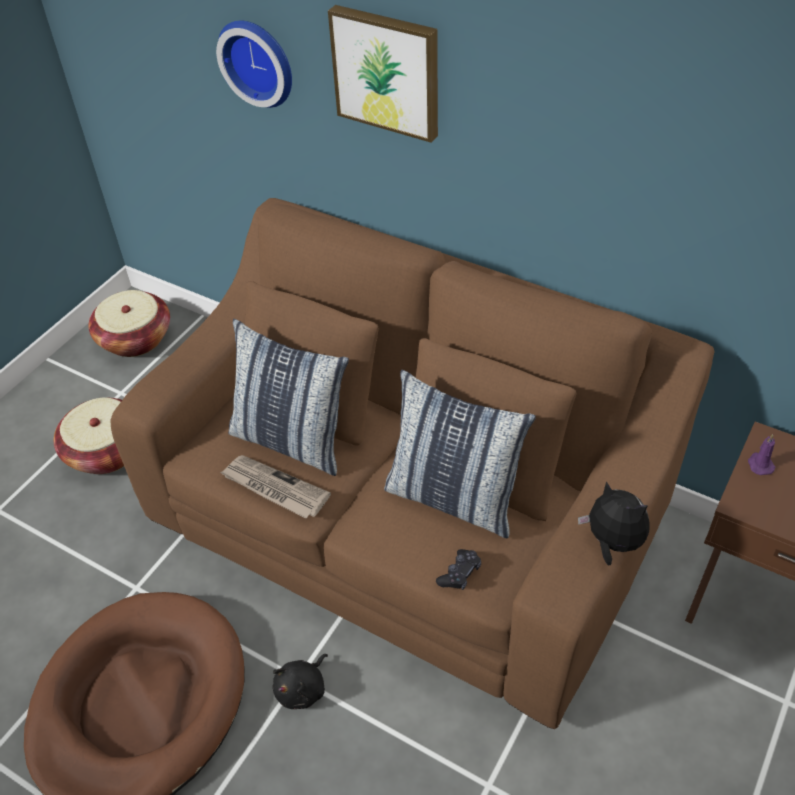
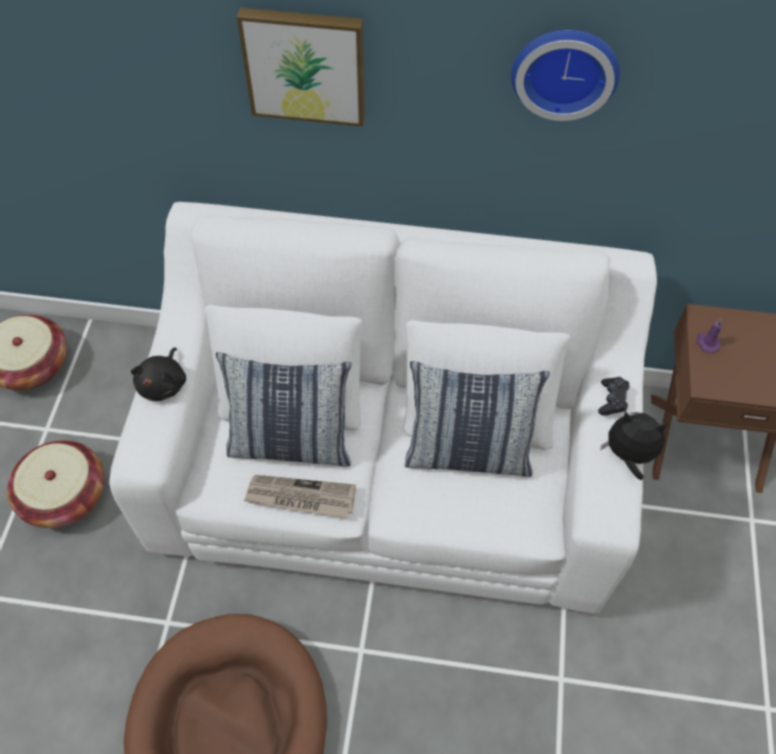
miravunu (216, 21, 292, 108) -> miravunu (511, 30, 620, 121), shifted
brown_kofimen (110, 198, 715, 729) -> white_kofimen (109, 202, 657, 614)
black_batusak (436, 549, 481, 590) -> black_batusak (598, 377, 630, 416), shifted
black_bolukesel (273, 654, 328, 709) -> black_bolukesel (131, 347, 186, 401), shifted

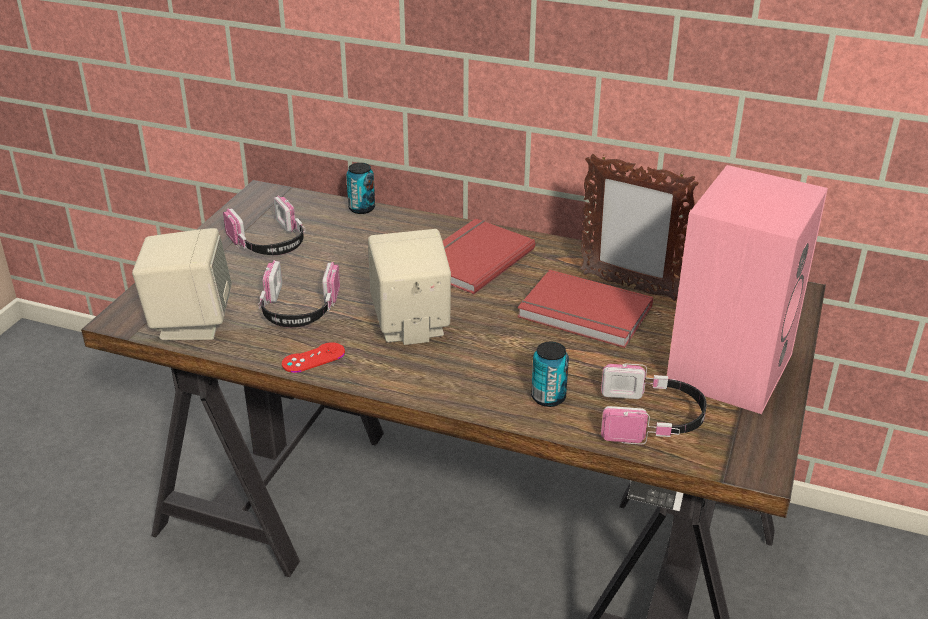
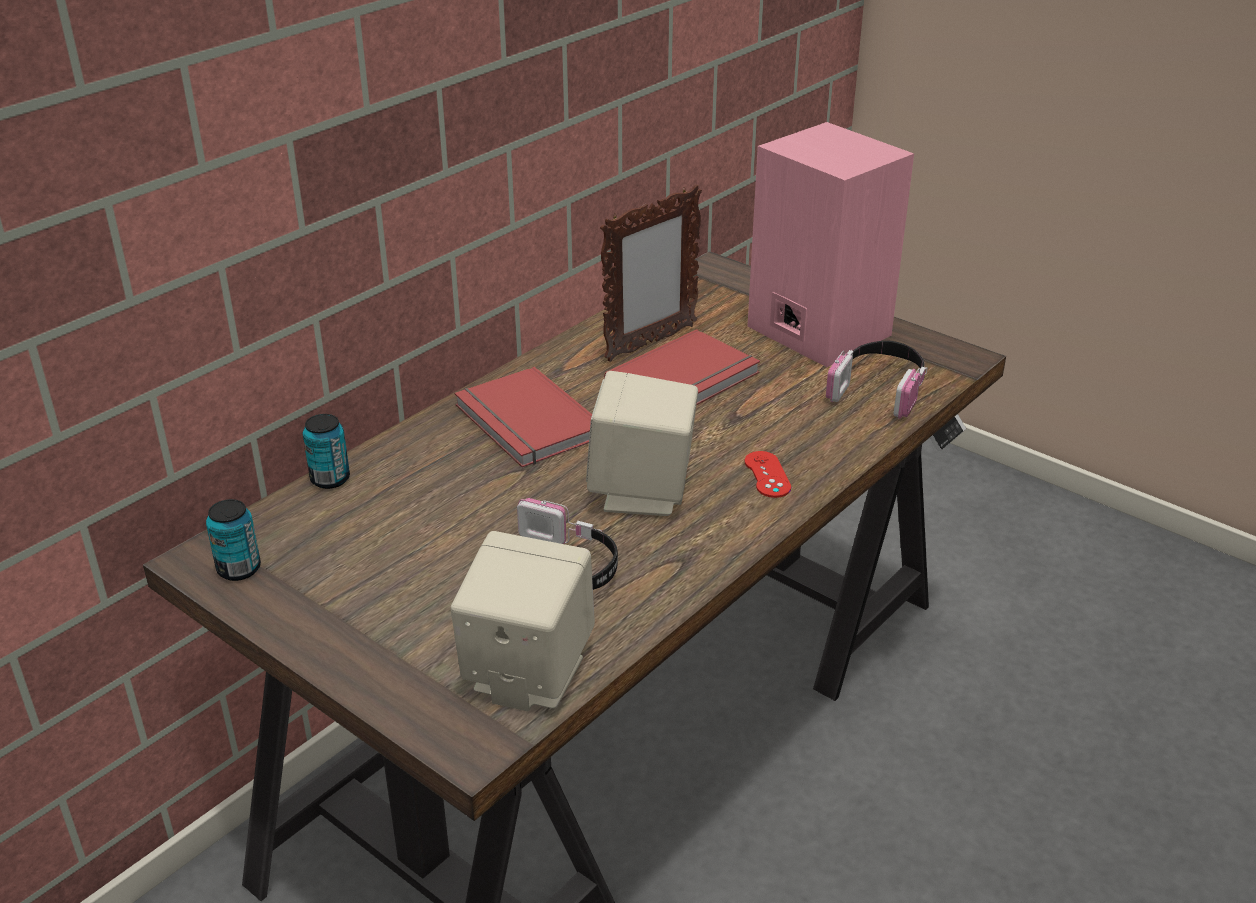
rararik (223, 195, 305, 255) -> none
red_batusak (282, 342, 345, 373) -> red_batusak (745, 451, 791, 498), shifted
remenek (531, 342, 569, 407) -> remenek (206, 499, 261, 581), shifted

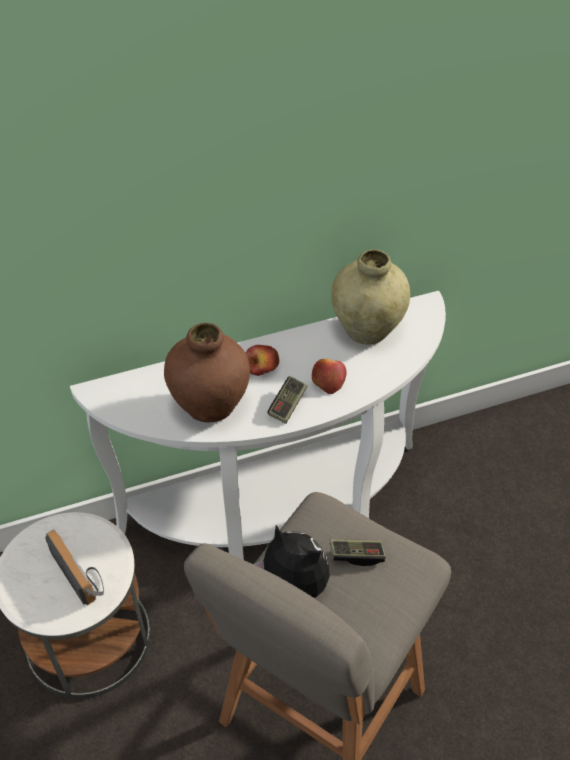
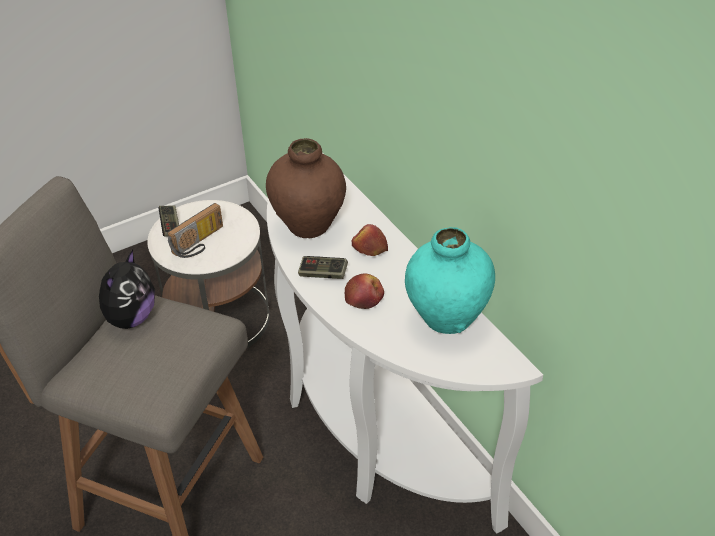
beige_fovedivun (331, 249, 410, 345) -> turquoise_fovedivun (405, 227, 495, 334)
batusak (330, 539, 386, 566) -> batusak (158, 206, 179, 236), shifted

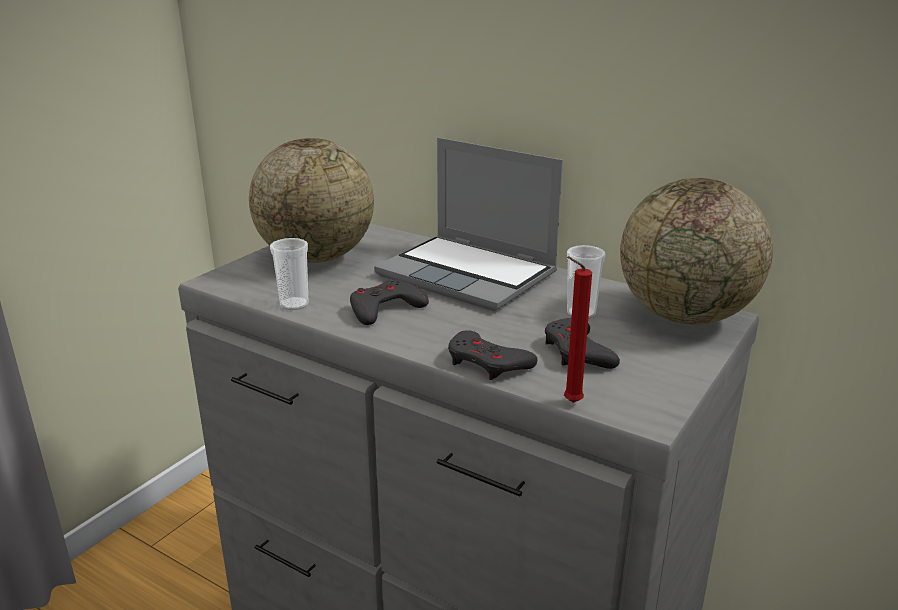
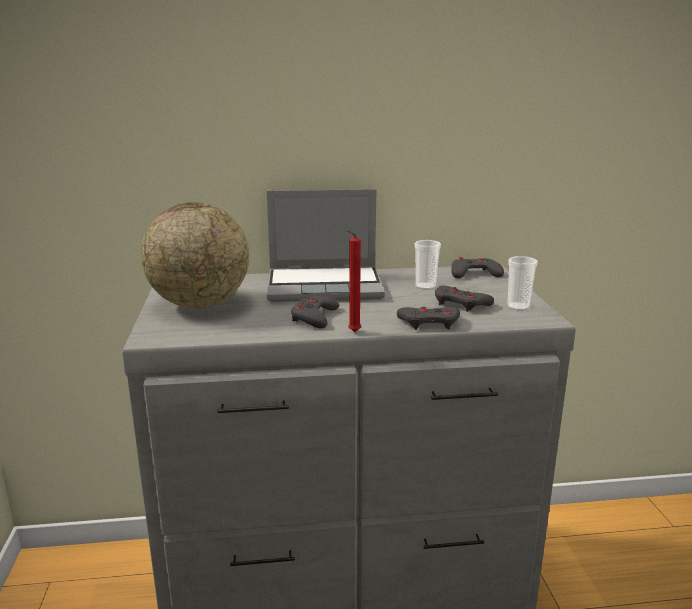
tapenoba (620, 178, 773, 325) -> grey_batusak (451, 257, 504, 278)
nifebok (270, 238, 309, 310) -> nifebok (508, 256, 538, 311), shifted
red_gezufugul (564, 256, 592, 403) -> red_gezufugul (348, 230, 361, 332), shifted

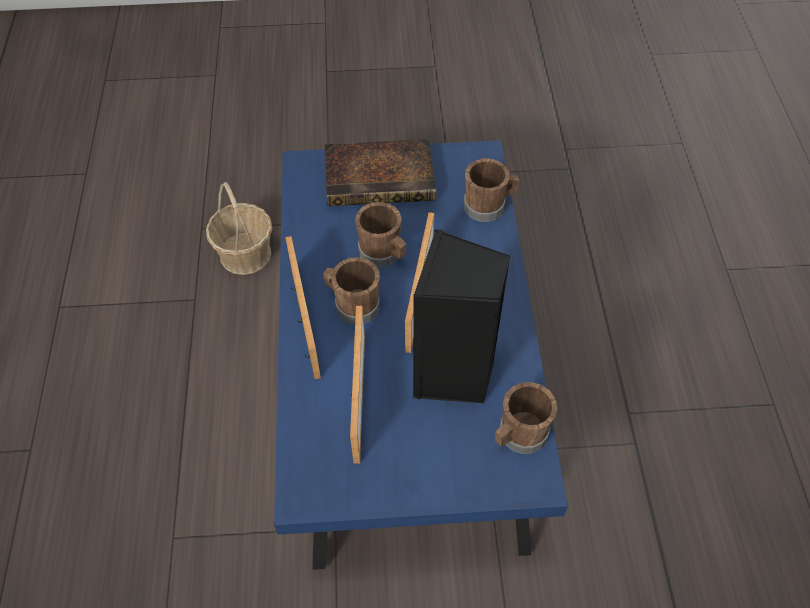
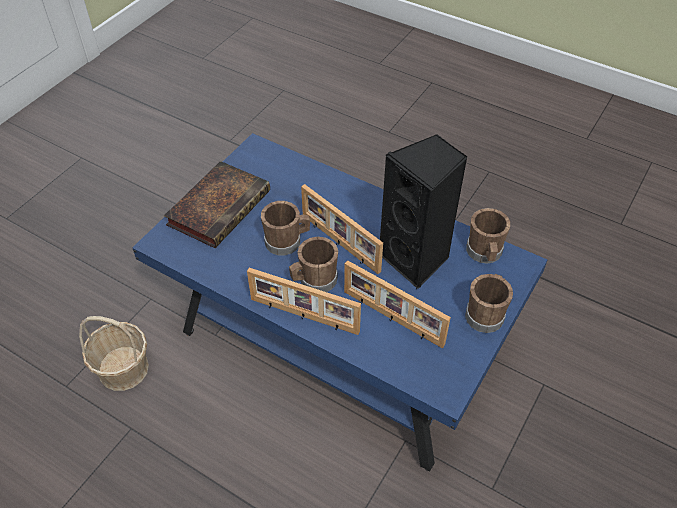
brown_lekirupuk (464, 159, 520, 222) -> brown_lekirupuk (465, 274, 513, 333), shifted

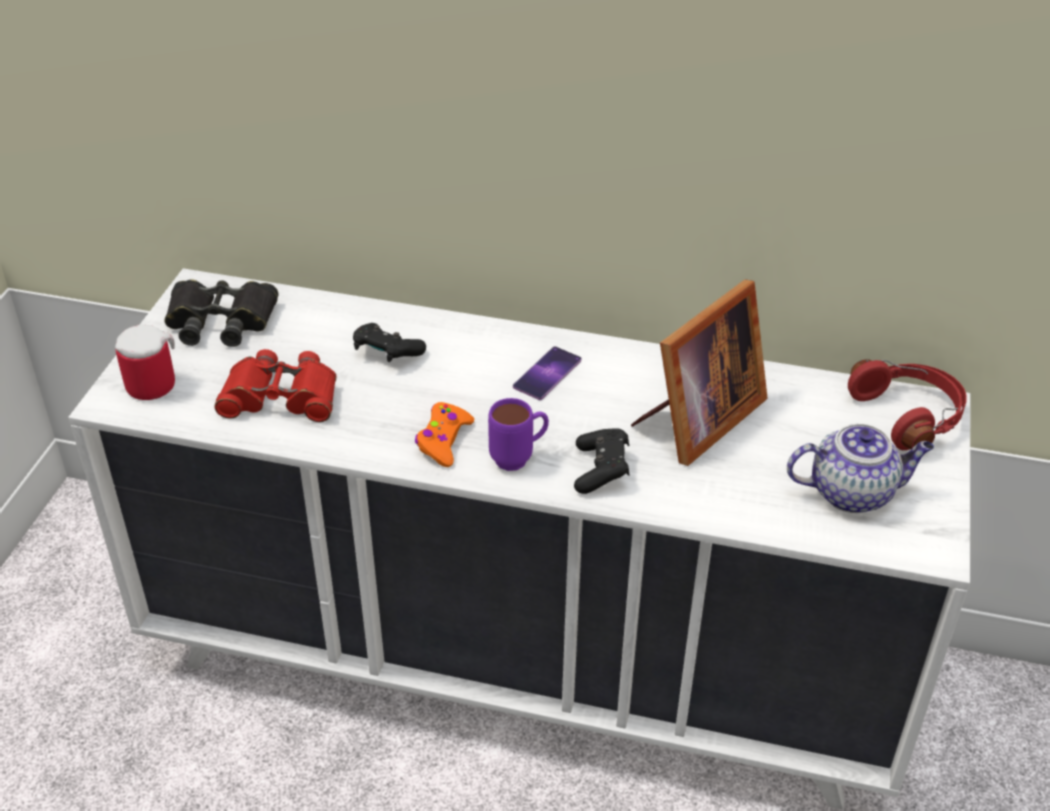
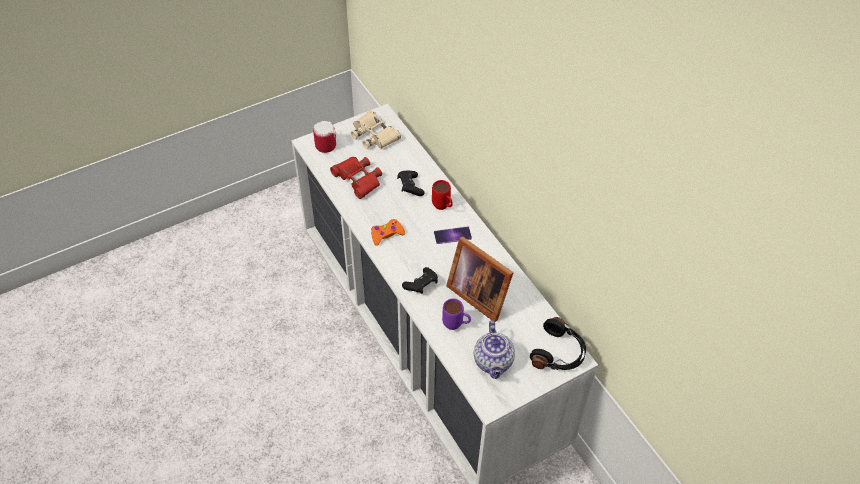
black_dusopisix (164, 279, 278, 347) -> beige_dusopisix (351, 110, 401, 149)
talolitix (631, 279, 768, 466) -> talolitix (446, 236, 514, 322), 45 degrees clockwise
red_rararik (848, 359, 967, 450) -> black_rararik (530, 317, 586, 370)
purple_lekirupuk (488, 398, 549, 471) -> purple_lekirupuk (442, 299, 471, 330), shifted
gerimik (787, 424, 934, 513) -> gerimik (474, 320, 515, 379), 45 degrees clockwise
none -> red_lekirupuk (432, 180, 453, 210)

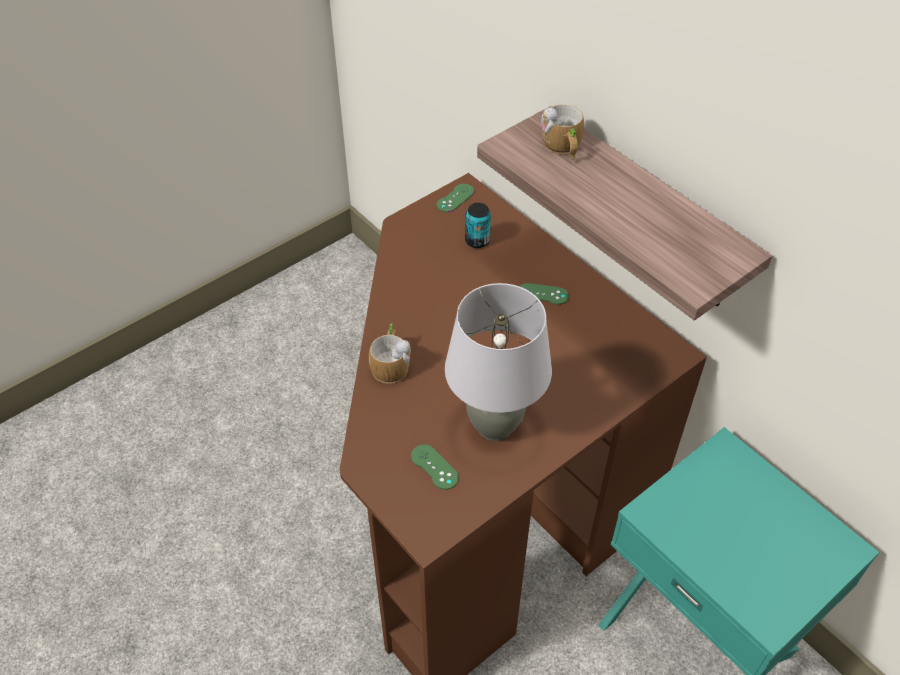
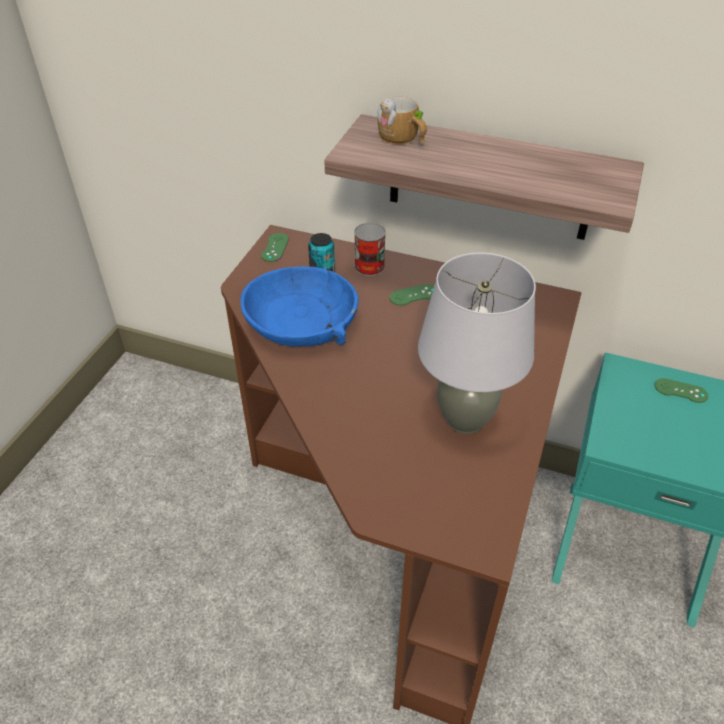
lekirupuk (369, 323, 411, 384) -> none
green_batusak (411, 444, 459, 490) -> green_batusak (655, 378, 708, 403), shifted
none -> remenek (354, 223, 386, 276)
none -> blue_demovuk (240, 267, 358, 346)

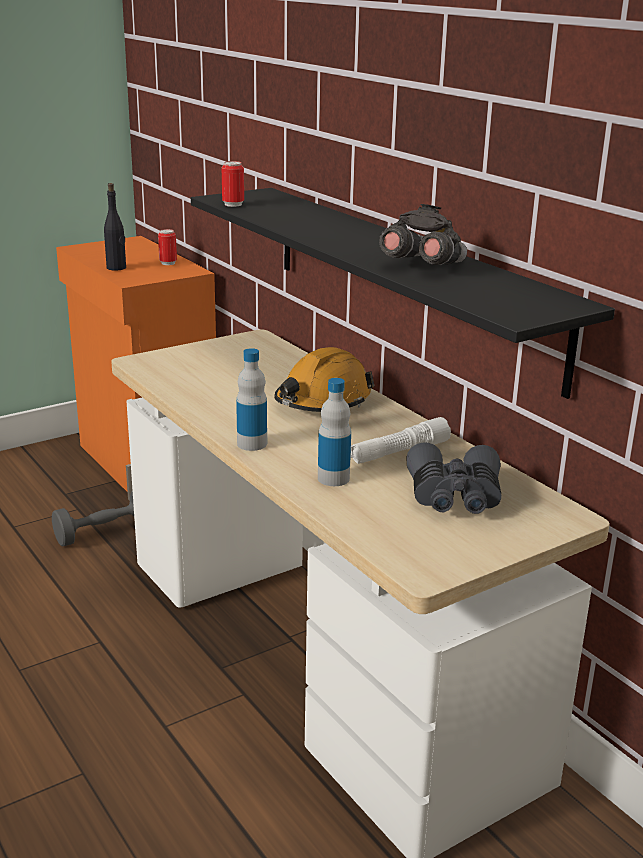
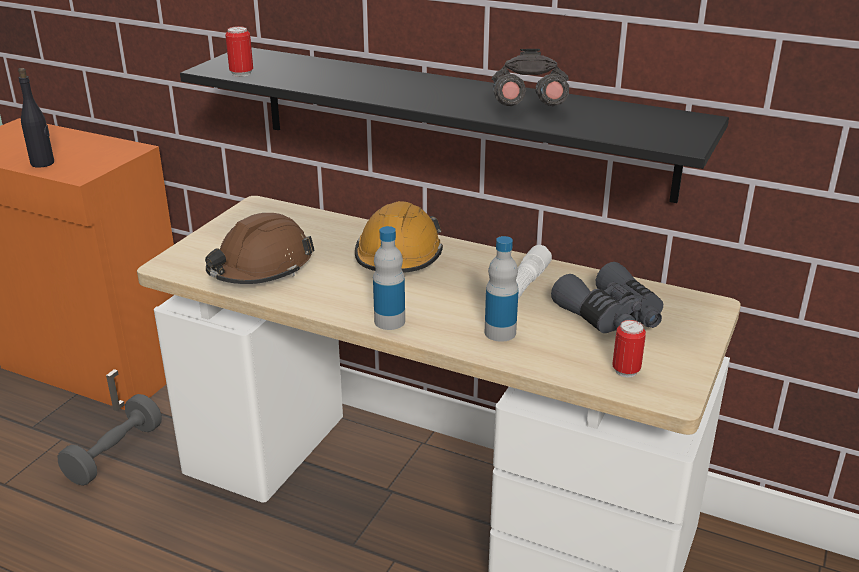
remenek (158, 229, 177, 265) -> remenek (612, 320, 646, 377), shifted
none -> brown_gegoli (205, 213, 315, 284)

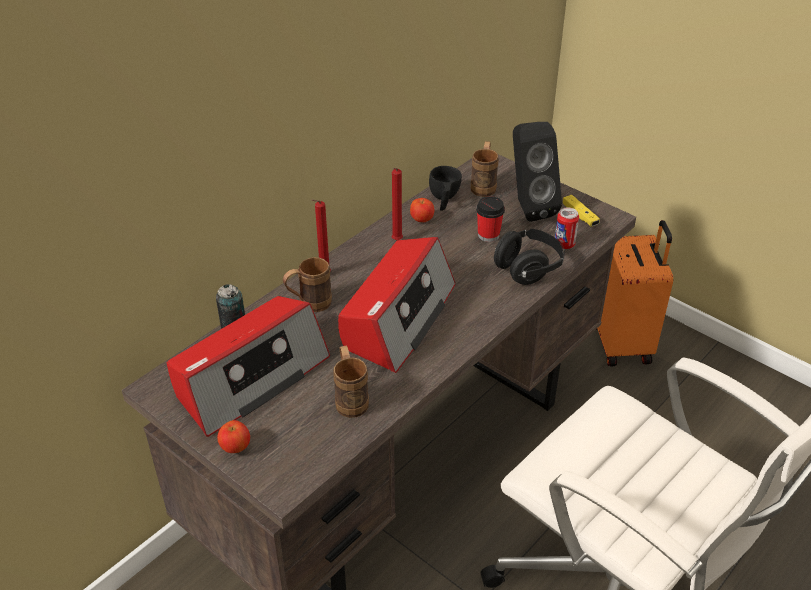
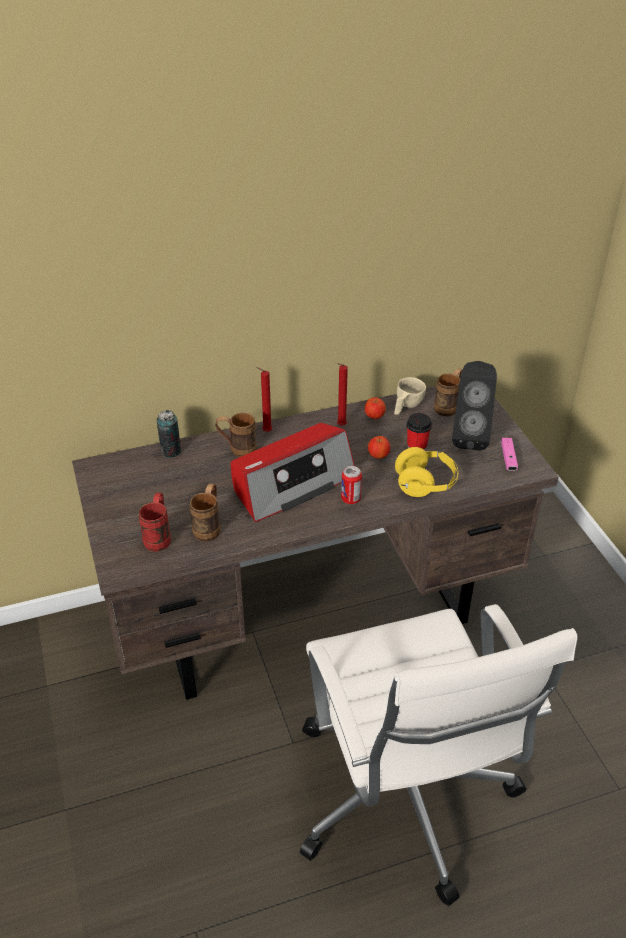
black_nifebok (429, 166, 462, 211) -> beige_nifebok (394, 377, 426, 415)
yellow_batusak (563, 195, 600, 227) -> pink_batusak (501, 438, 518, 471)
remenek (555, 207, 579, 249) -> remenek (341, 466, 362, 504), shifted
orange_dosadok (596, 220, 673, 367) -> none
black_rararik (494, 229, 565, 285) -> yellow_rararik (395, 447, 458, 497)
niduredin (166, 296, 330, 437) -> none
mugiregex (217, 420, 250, 453) -> mugiregex (368, 436, 390, 459), shifted
none -> red_lekirupuk (139, 493, 171, 552)

